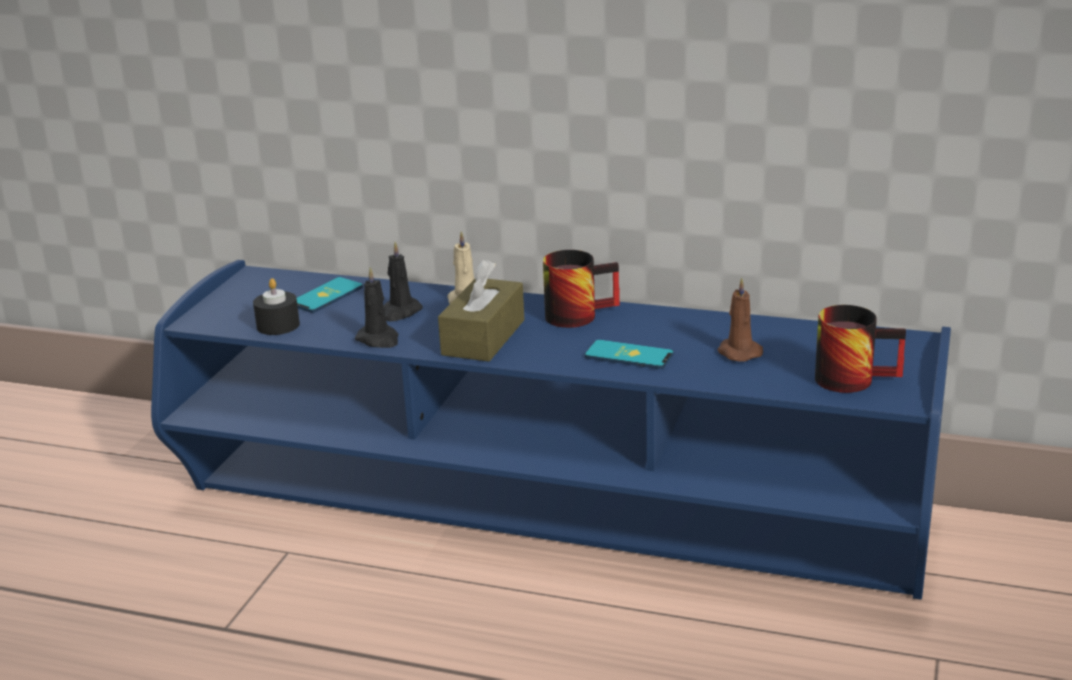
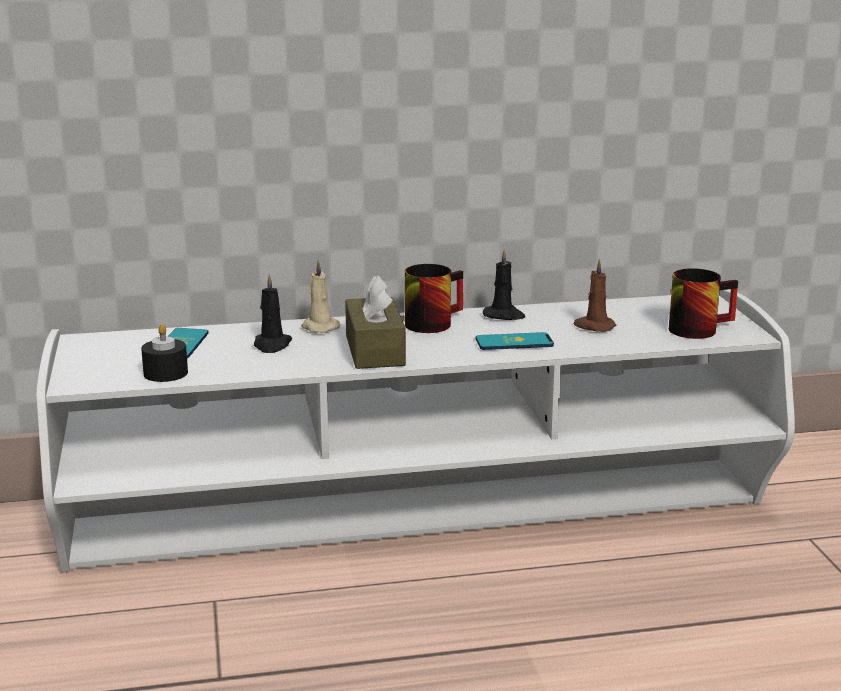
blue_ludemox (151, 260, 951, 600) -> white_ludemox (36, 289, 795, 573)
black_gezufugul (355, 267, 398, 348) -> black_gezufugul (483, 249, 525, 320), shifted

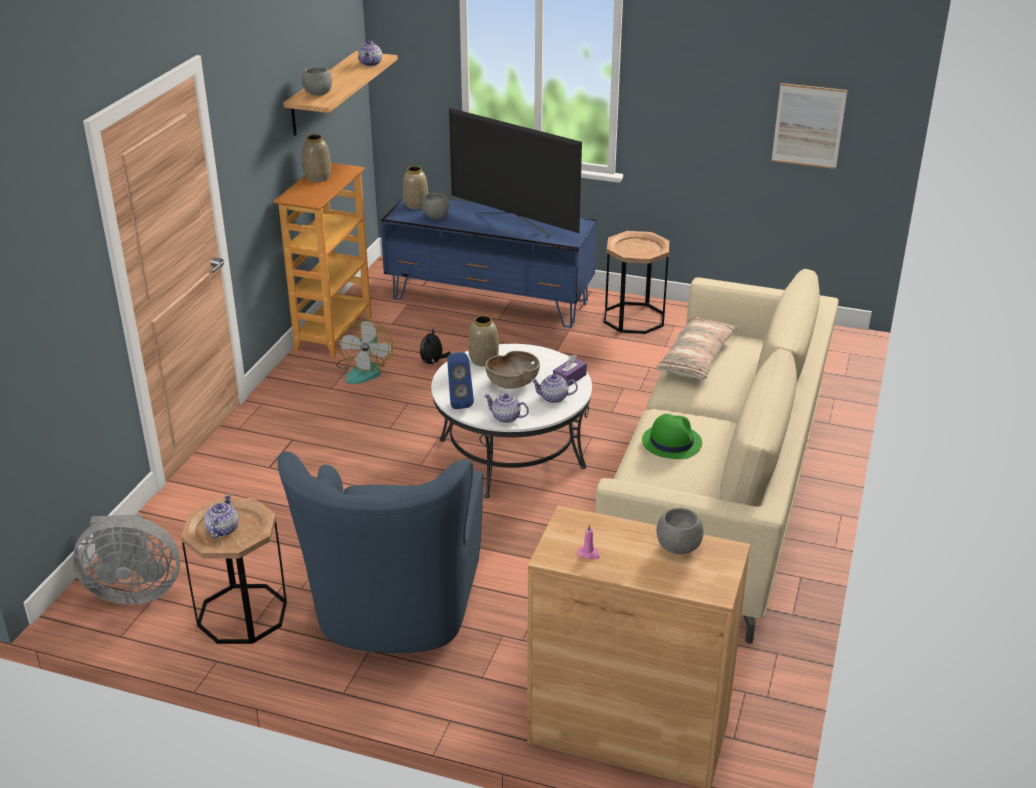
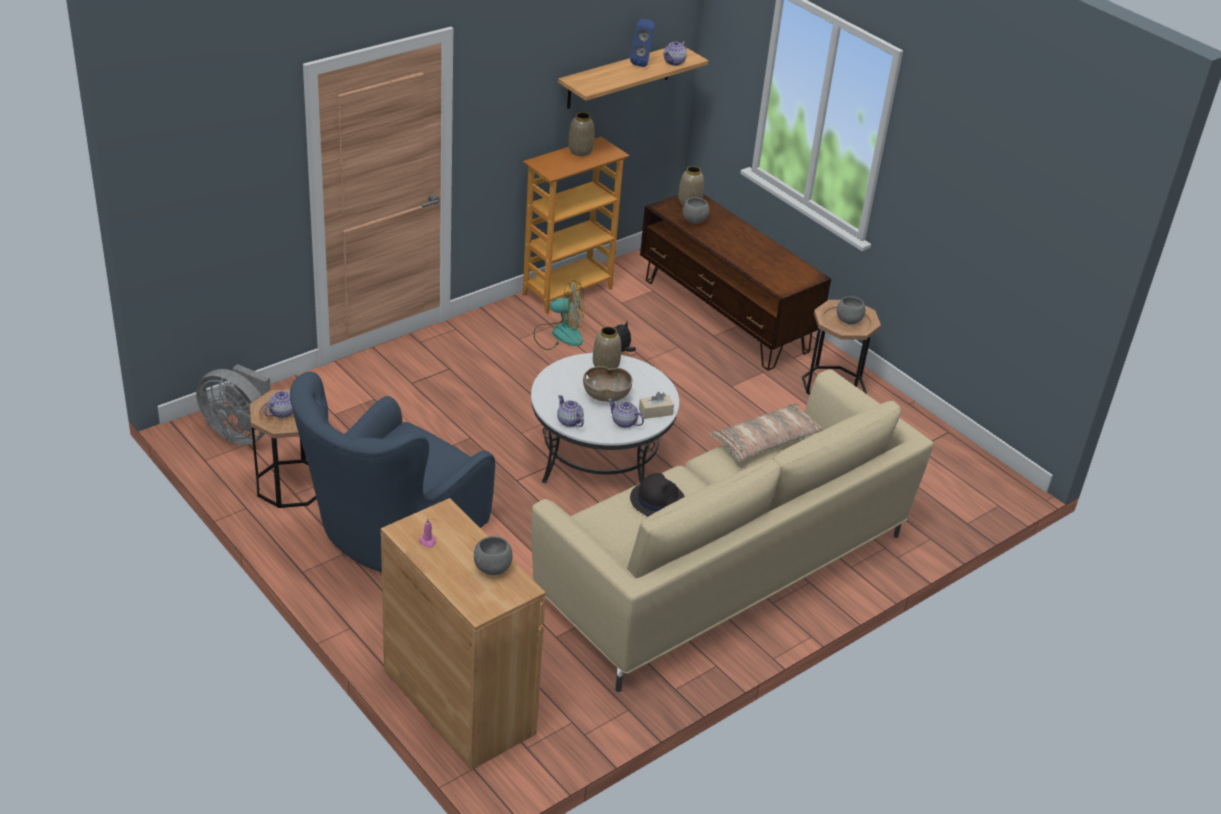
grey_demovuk (302, 67, 332, 95) -> grey_demovuk (837, 296, 865, 324), shifted
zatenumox (772, 83, 847, 169) -> none
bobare (449, 108, 582, 237) -> none
blue_ludemox (380, 198, 597, 328) -> brown_ludemox (640, 194, 831, 371)
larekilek (336, 319, 393, 384) -> larekilek (534, 280, 584, 350), 120 degrees counterclockwise
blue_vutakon (447, 352, 474, 409) -> blue_vutakon (630, 19, 654, 67), shifted
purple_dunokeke (553, 354, 587, 387) -> beige_dunokeke (639, 392, 674, 419)
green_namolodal (642, 414, 702, 459) -> black_namolodal (630, 473, 685, 517)

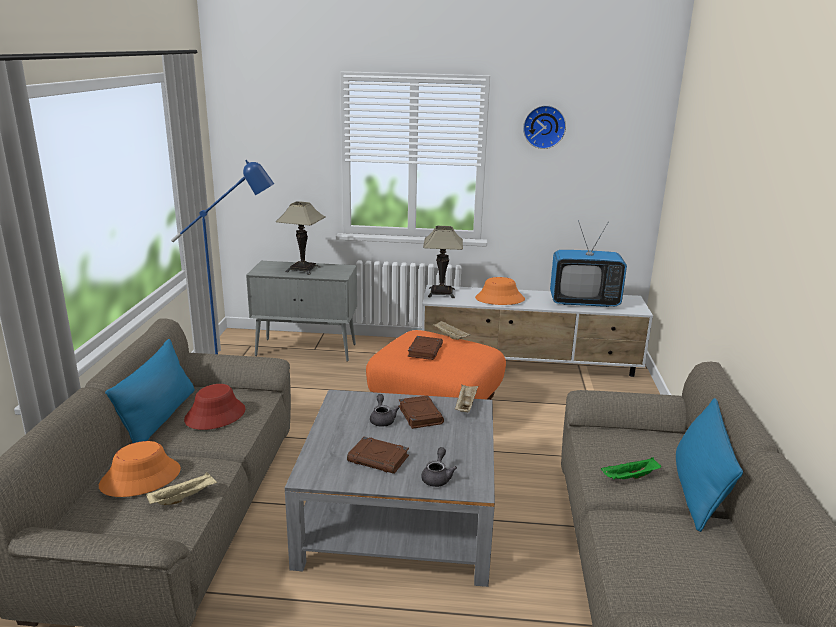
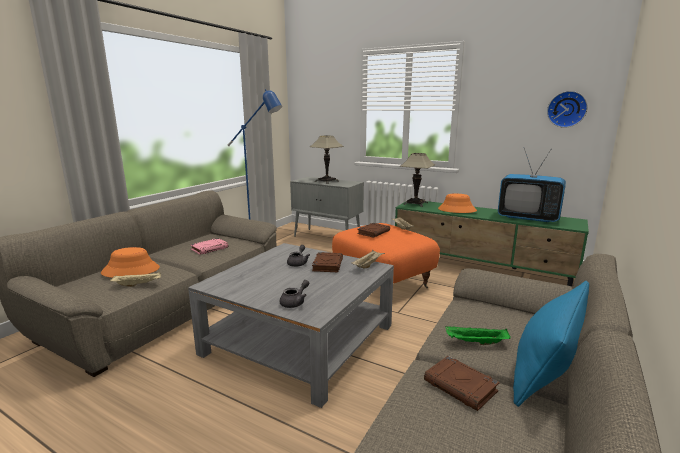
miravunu (523, 105, 566, 149) -> miravunu (547, 91, 588, 128), shifted
white_ludemox (422, 285, 653, 377) -> green_ludemox (395, 201, 589, 286)
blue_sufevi (105, 339, 195, 443) -> none
red_namolodal (184, 384, 245, 430) -> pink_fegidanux (191, 238, 228, 255)
brown_fegidanux (347, 436, 409, 474) -> brown_fegidanux (424, 356, 500, 411), shifted

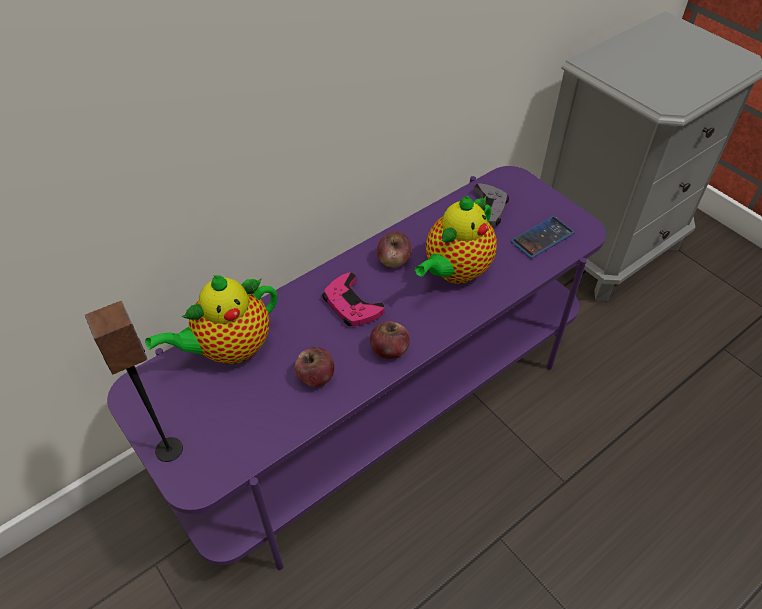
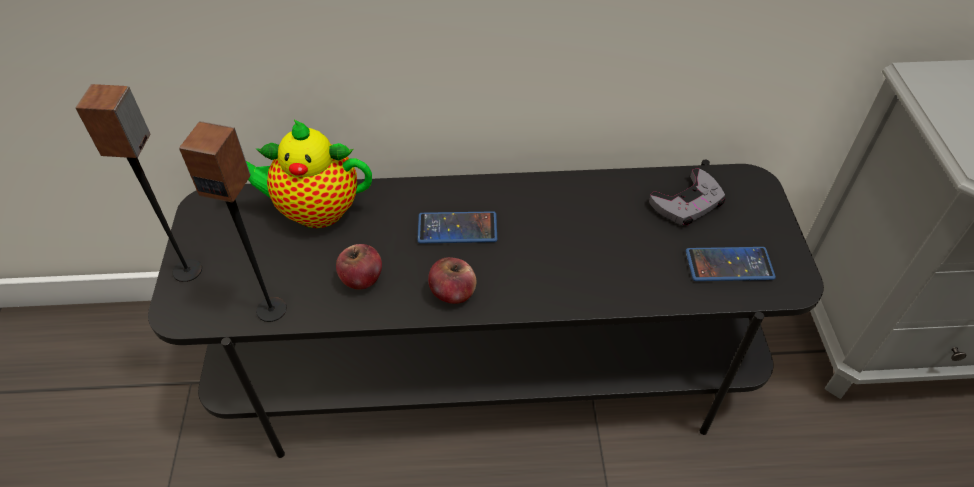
purple_ludemox (107, 166, 606, 570) -> black_ludemox (148, 160, 824, 458)
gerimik (415, 196, 497, 284) -> none
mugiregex (377, 232, 412, 268) -> none
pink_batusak (322, 272, 384, 327) -> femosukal (417, 211, 497, 244)
none -> vutakon (179, 121, 287, 322)

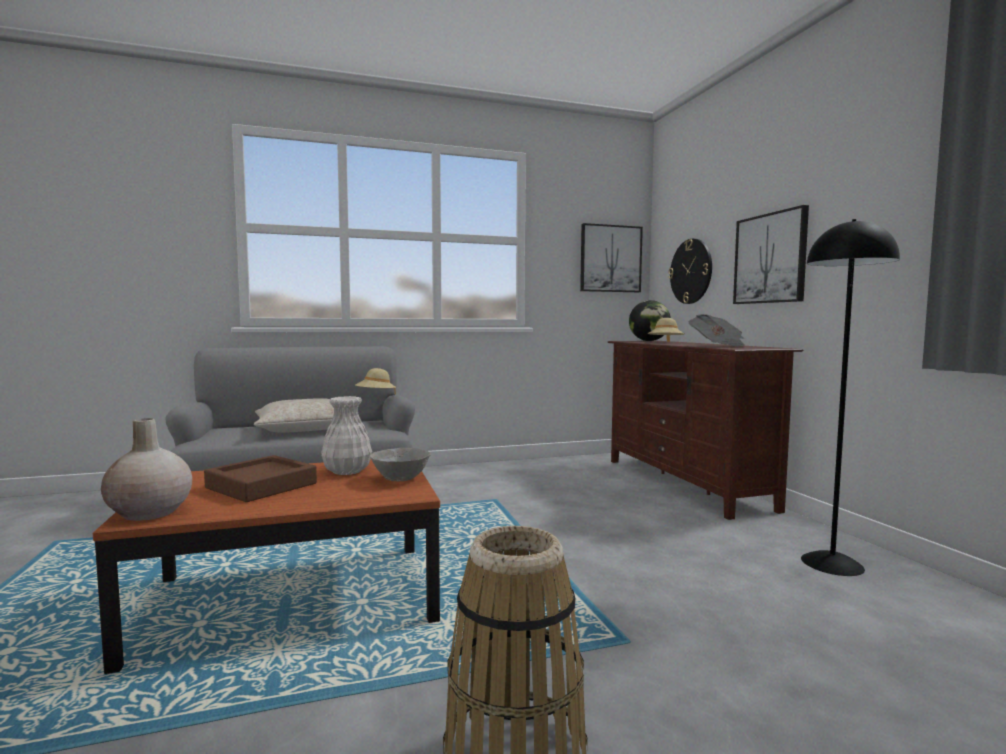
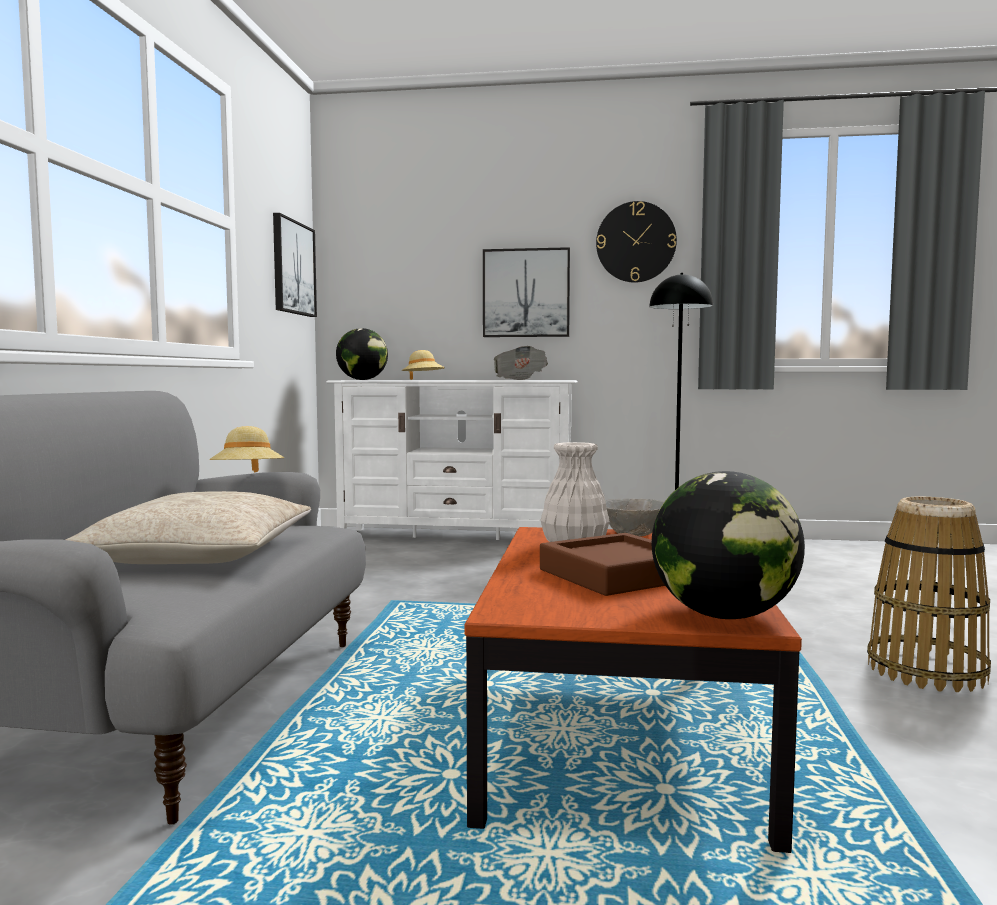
miravunu (668, 239, 712, 304) -> miravunu (596, 201, 677, 283), shifted
brown_ludemox (608, 341, 804, 520) -> white_ludemox (326, 380, 578, 540)
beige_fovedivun (101, 418, 192, 521) -> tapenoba (652, 471, 805, 619)

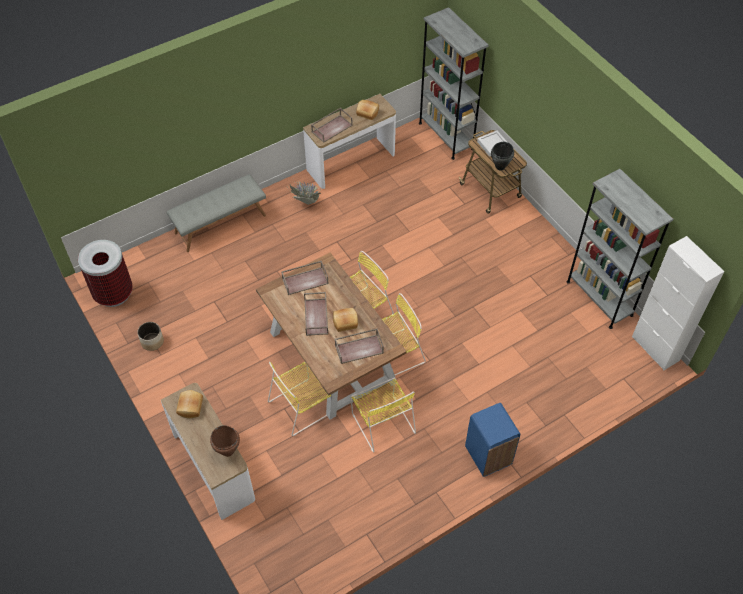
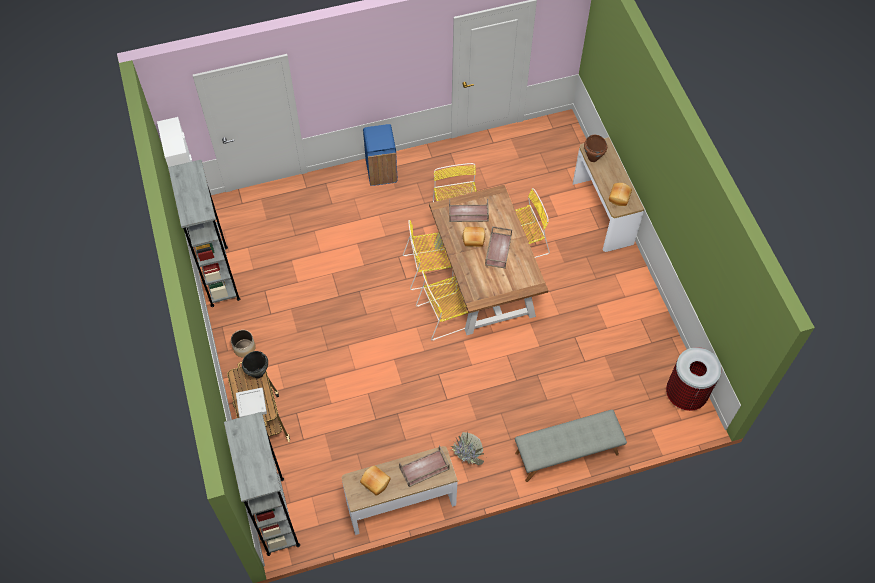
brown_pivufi (281, 261, 329, 295) -> none
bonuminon (137, 322, 164, 351) -> bonuminon (231, 330, 256, 358), shifted

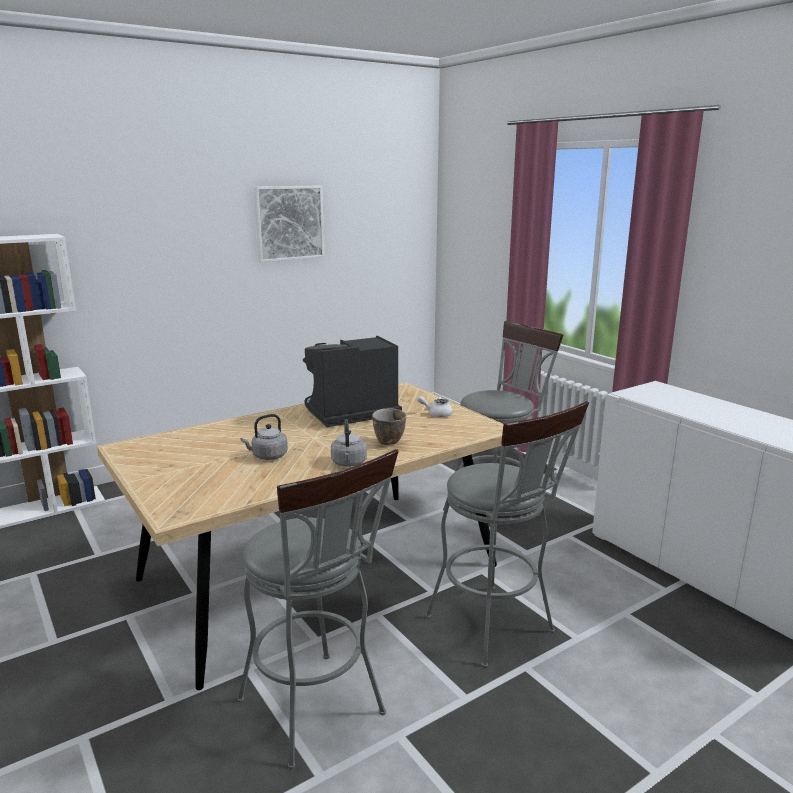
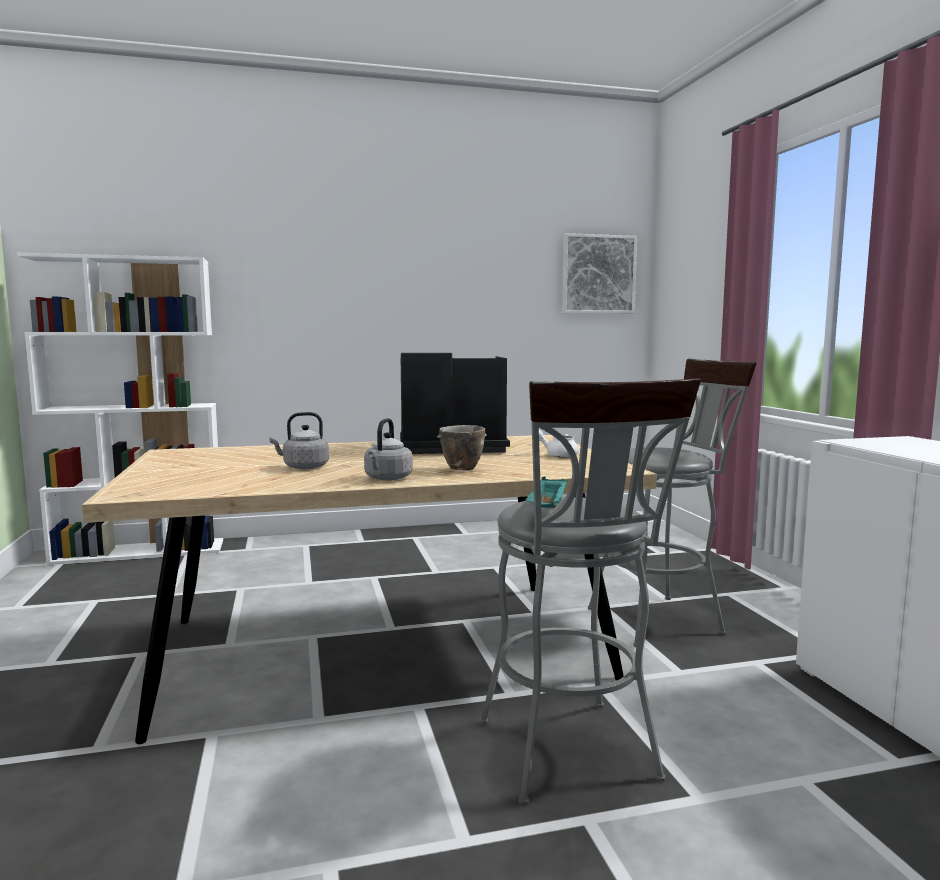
zatenumox (254, 186, 325, 263) -> zatenumox (562, 233, 637, 314), shifted
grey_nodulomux (237, 449, 398, 769) -> none
none -> turquoise_pivufi (526, 476, 567, 508)

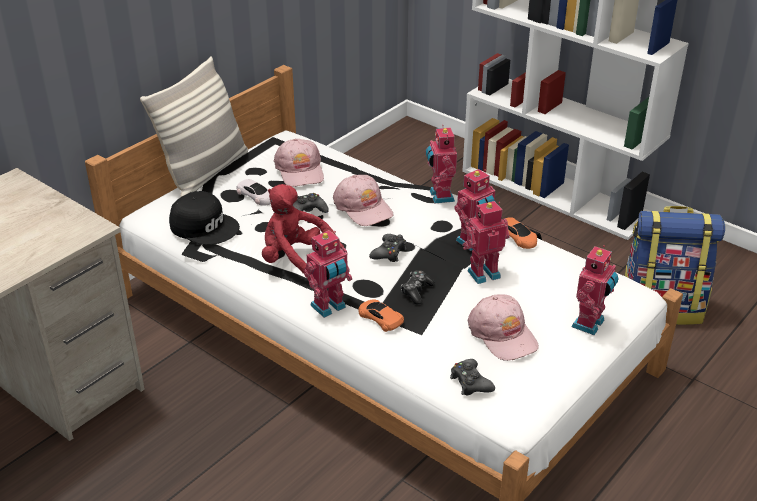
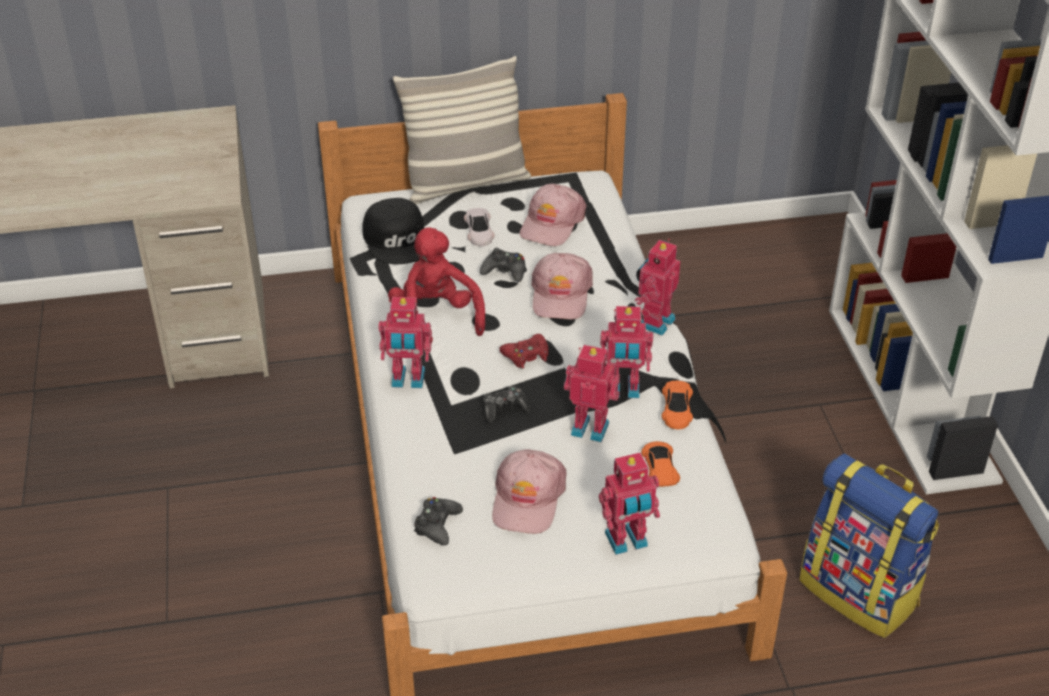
black_batusak (369, 234, 407, 262) -> red_batusak (499, 334, 549, 369)
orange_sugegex (358, 299, 404, 332) -> orange_sugegex (641, 441, 680, 487), shifted

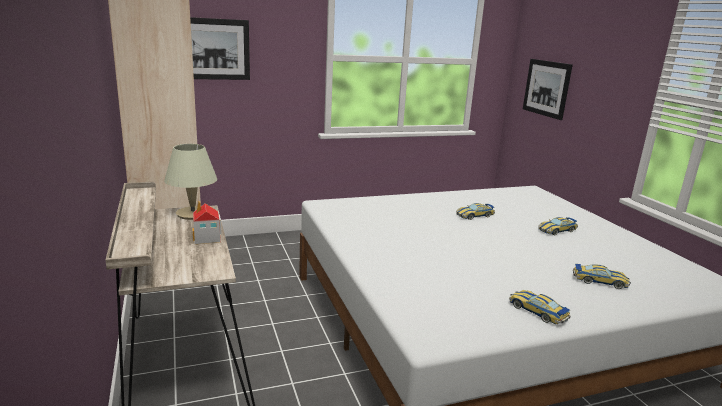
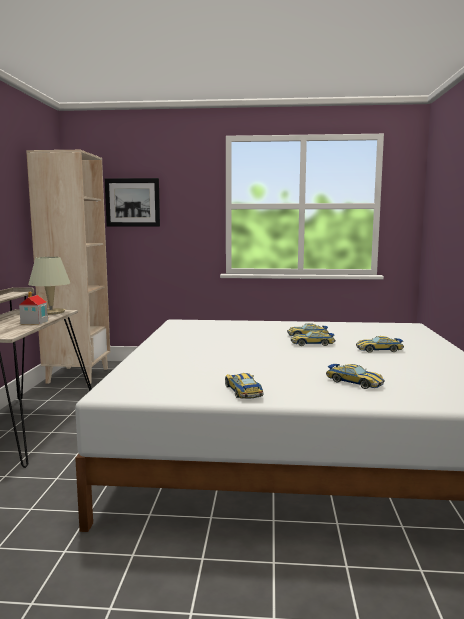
zatenumox (523, 59, 573, 120) -> none
none -> sugegex (291, 330, 335, 346)

